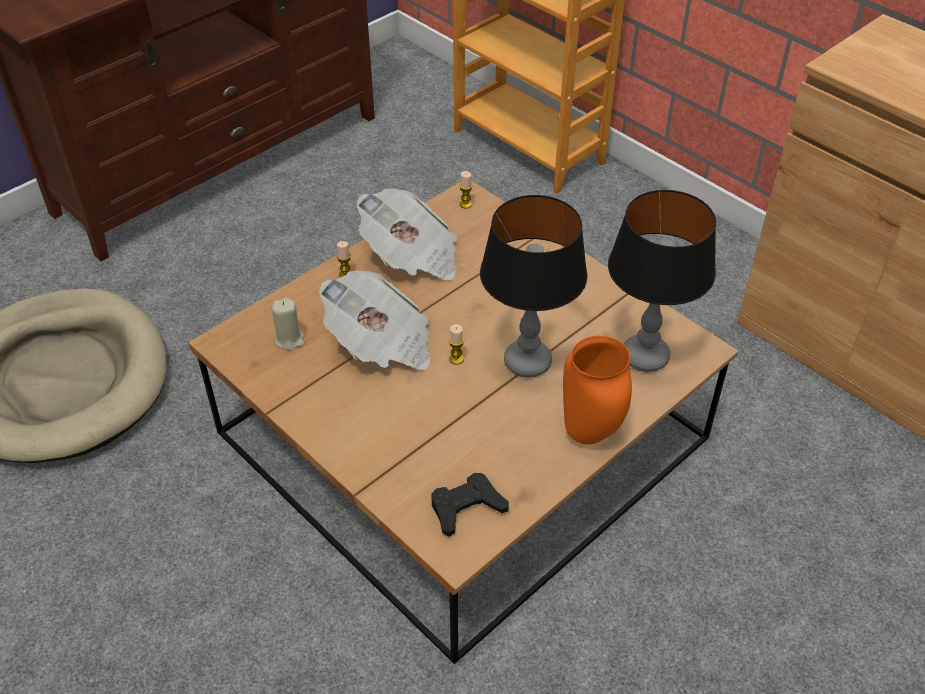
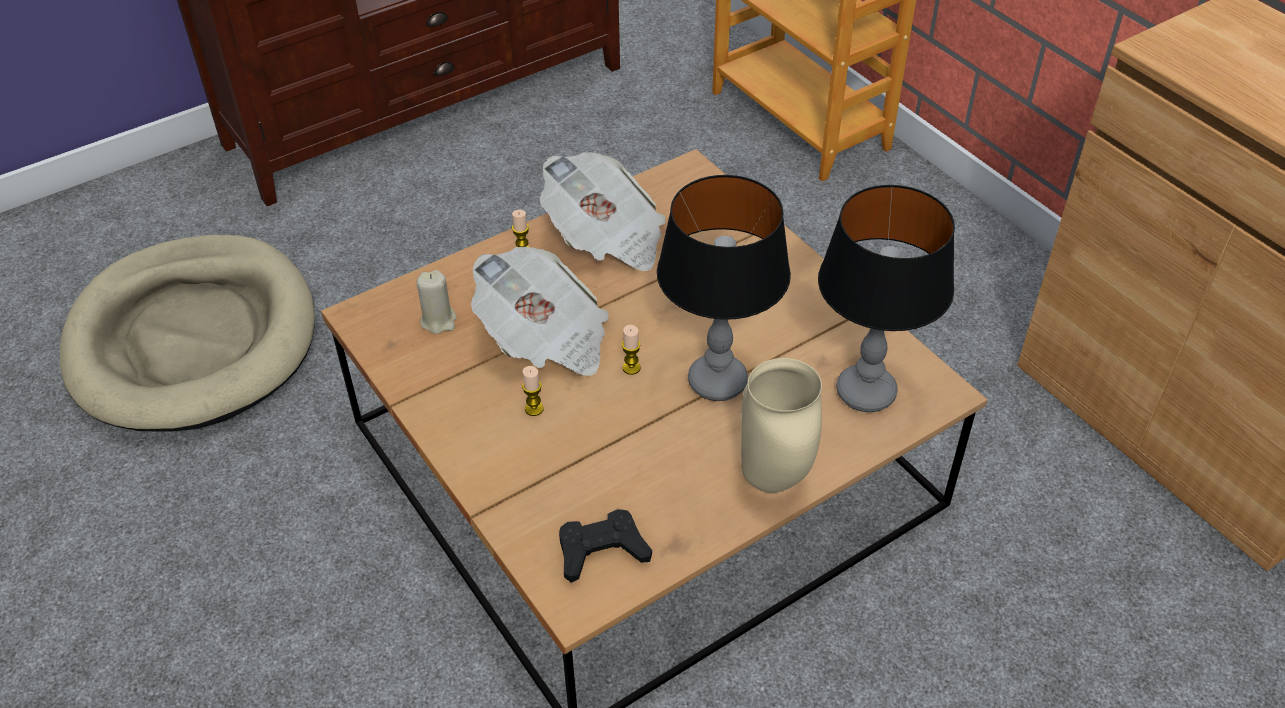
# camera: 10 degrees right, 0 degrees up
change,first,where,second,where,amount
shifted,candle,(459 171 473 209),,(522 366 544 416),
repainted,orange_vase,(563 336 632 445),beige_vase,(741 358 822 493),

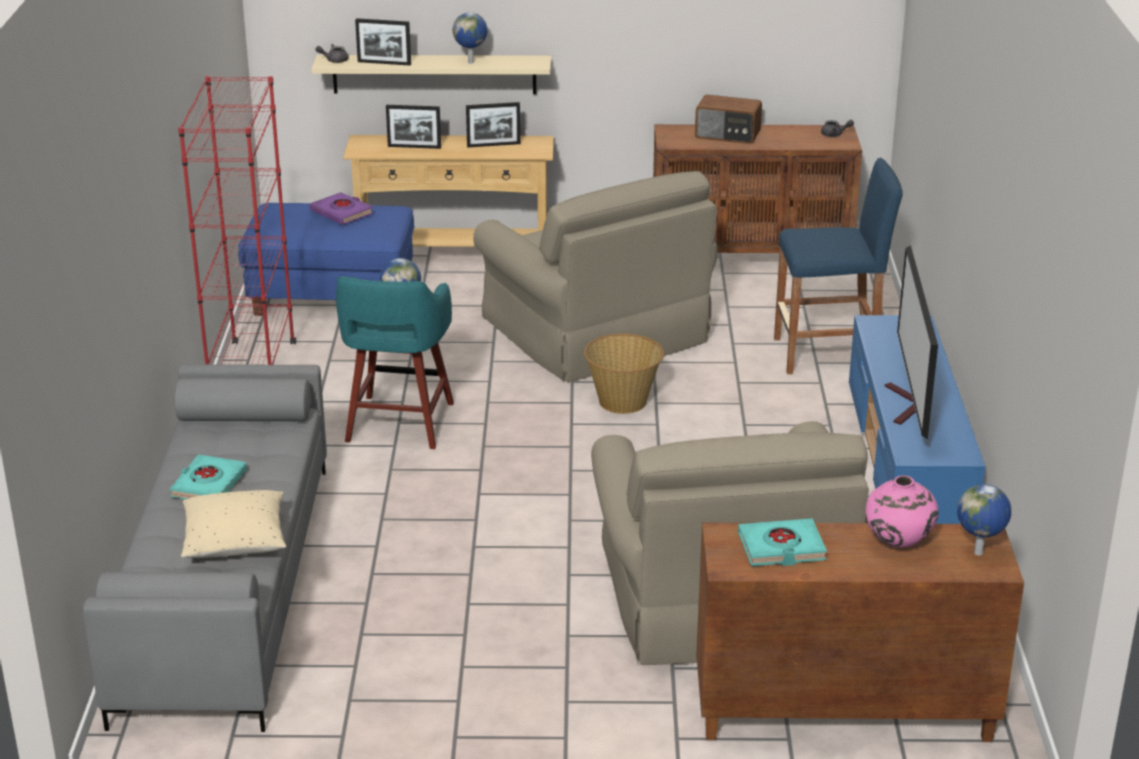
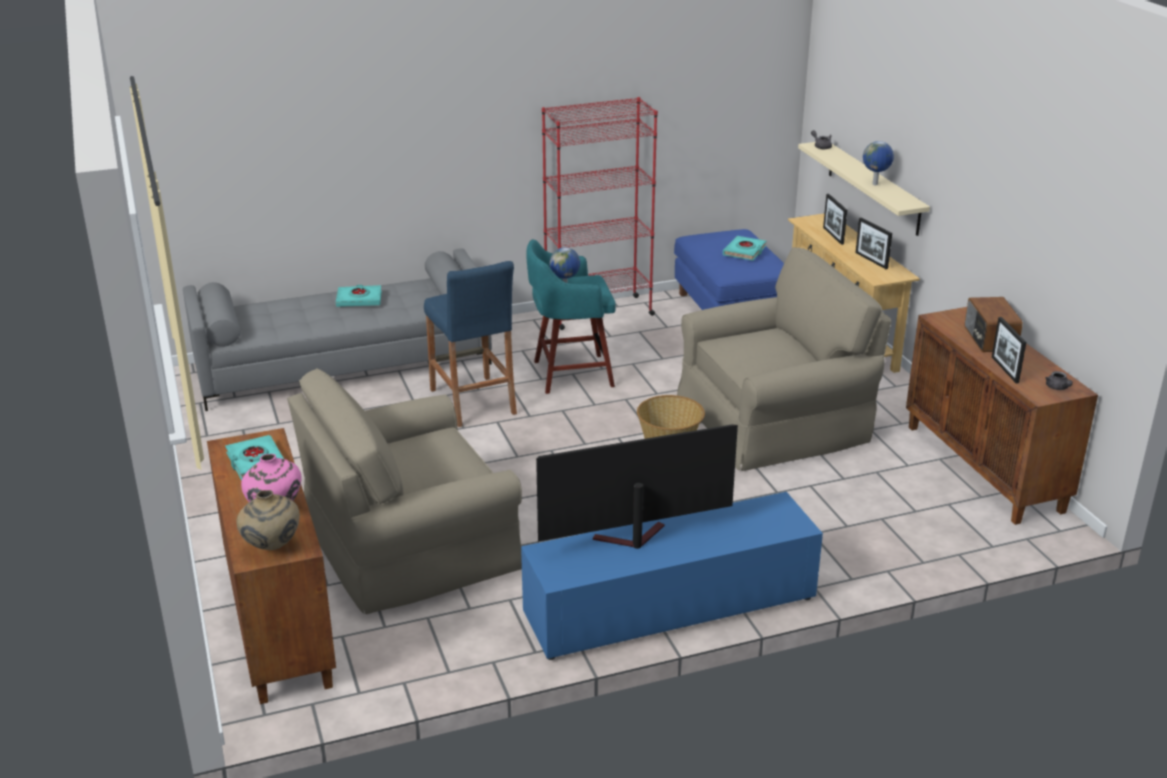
# camera: 70 degrees right, 0 degrees up
change,first,where,second,where,amount
swapped,globe,(957 484 1011 555),beige_vase,(237 490 300 550),
shifted,blue_stool,(774 158 903 374),,(424 261 517 427),
rotated,beige_armchair,(473 171 718 382),,(677 247 891 471),150 degrees counterclockwise
repainted,purple_book,(310 192 373 225),turquoise_book,(723 236 766 261),
shifted,picture_frame,(355 18 411 66),,(992 317 1026 383),
gone,beige_pillow,(181 490 286 558),,,

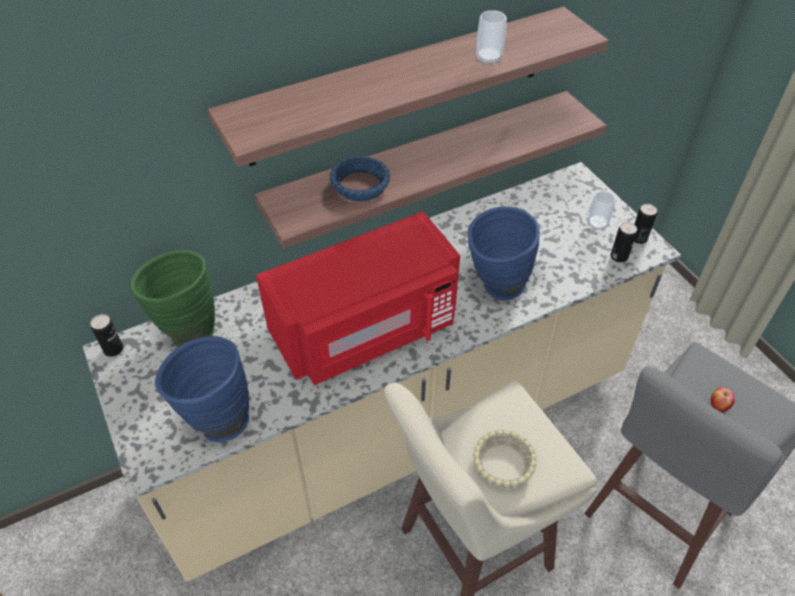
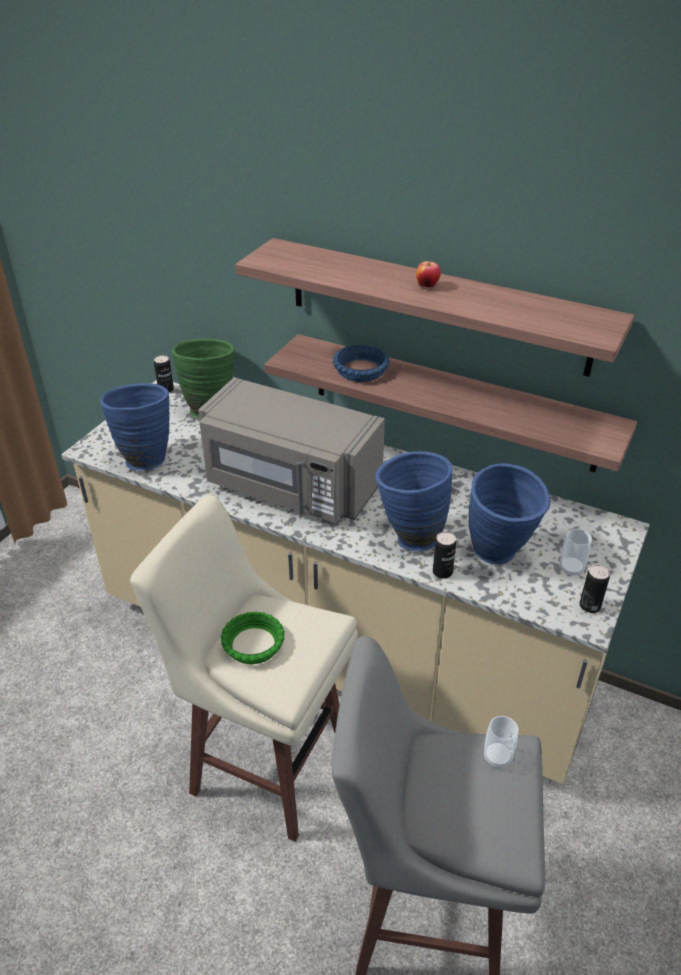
# camera: 55 degrees right, 10 degrees down
change,first,where,second,where,amount
repainted,red_microwave,(256 211 460 385),grey_microwave,(198 377 385 523),
repainted,beige_bowl,(473 430 537 488),green_bowl,(221 612 285 664),
shifted,apple,(711 387 735 412),,(416 261 441 288),
shifted,can,(611 222 637 262),,(433 532 456 579),
new,,,blue_vase,(469 463 550 565),
shifted,cup,(477 10 507 66),,(484 716 518 769),

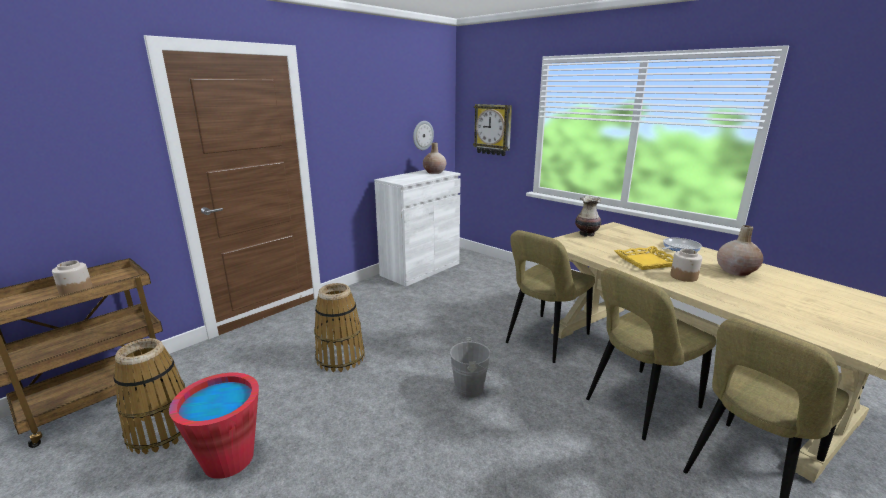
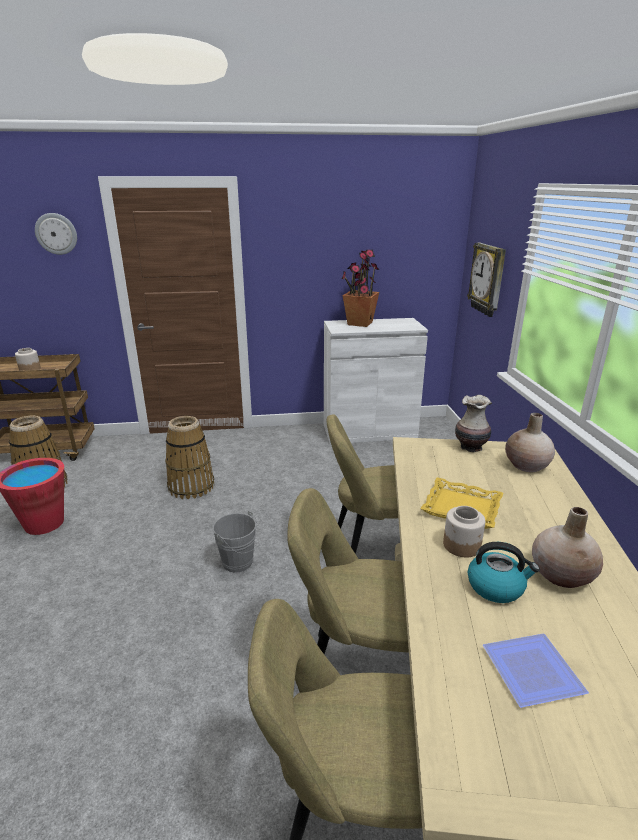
# camera: 40 degrees right, 5 degrees up
change,first,where,second,where,amount
shifted,wall_clock,(413 121 434 150),,(35 213 77 255),
new,,,potted_plant,(342 250 379 327),
new,,,kettle,(468 542 540 603),
new,,,plate,(483 633 589 708),
shifted,beige_vase,(423 142 446 174),,(505 413 555 472),
gone,frying_pan,(662 238 702 252),,,

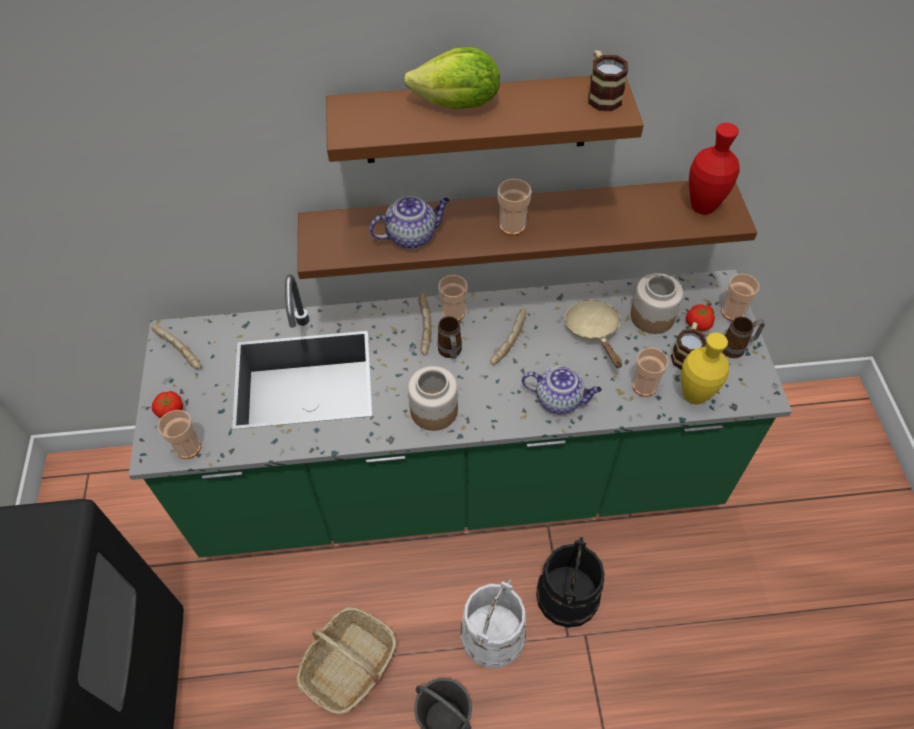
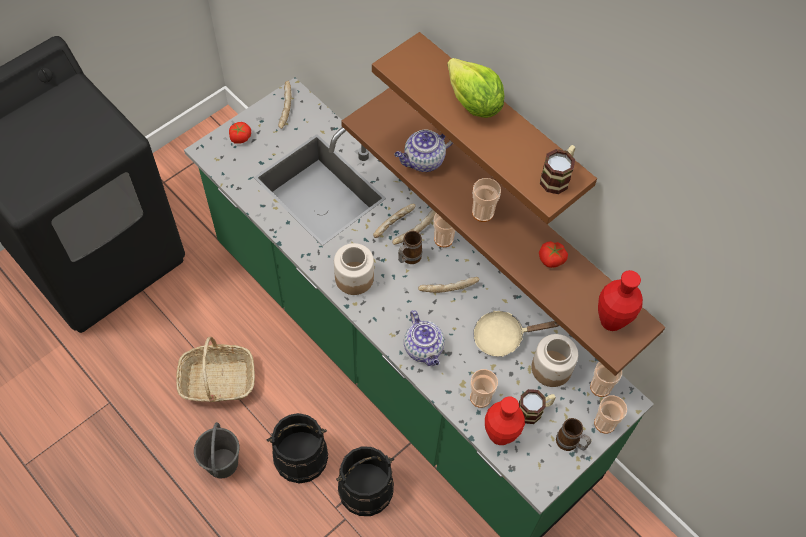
# camera: 50 degrees right, 5 degrees up
change,first,where,second,where,amount
repainted,white_bucket,(460 579 526 668),black_bucket,(267 413 328 483),
new,,,bread,(373 204 416 238),
rotated,teapot,(370 196 450 249),,(394 129 453 172),120 degrees clockwise
rotated,beige_frying_pan,(565 300 622 368),,(473 311 559 357),135 degrees counterclockwise
repainted,yellow_vase,(681 333 729 405),red_vase,(485 396 525 445),
shifted,tomato,(686 304 715 331),,(539 241 568 268),
shifted,cup,(158 410 201 459),,(590 362 622 397),

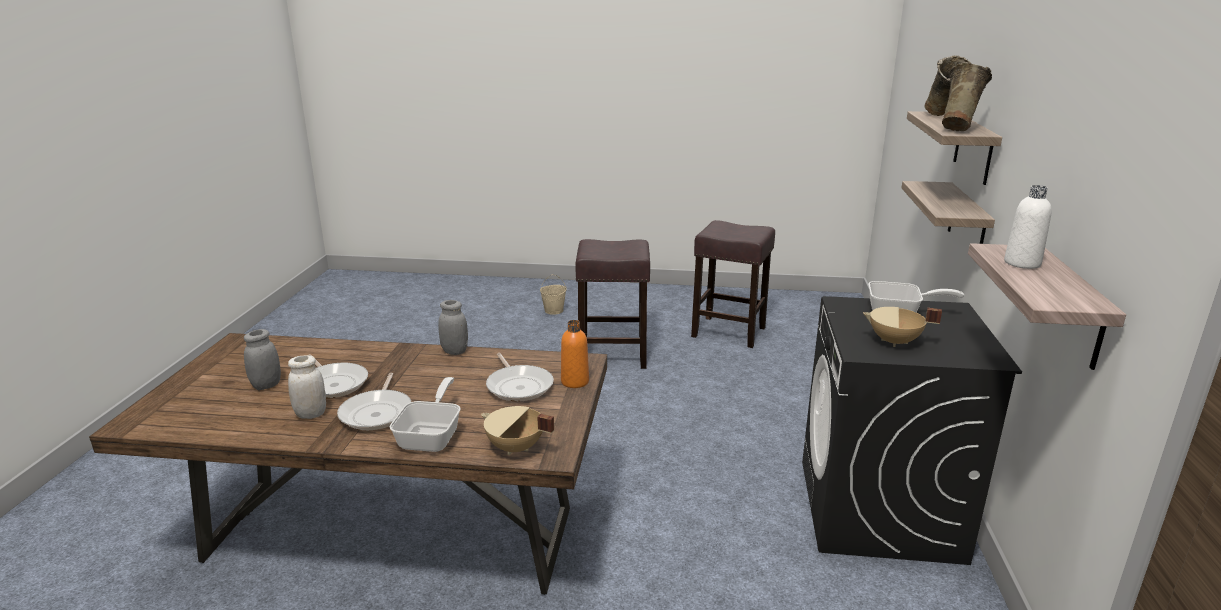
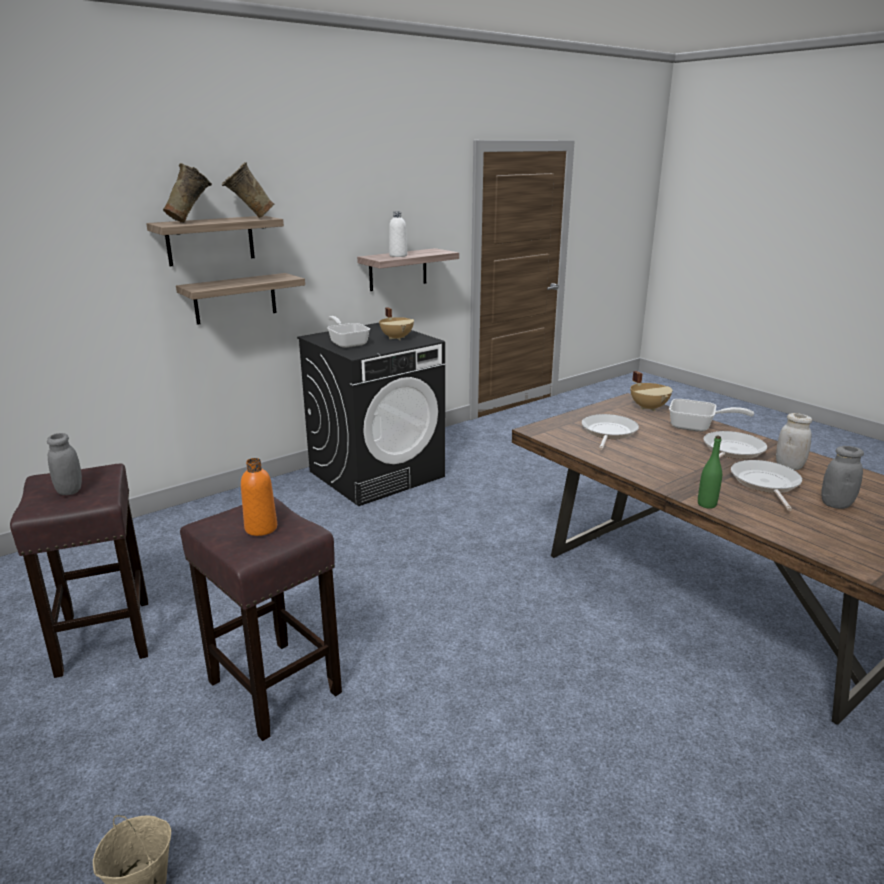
# camera: 135 degrees left, 0 degrees up
change,first,where,second,where,amount
shifted,grey_jar,(438 300 468 355),,(47 433 82 495),
shifted,orange_bottle,(561 320 589 388),,(241 458 277 536),
rotated,frying_pan,(390 377 461 452),,(669 399 754 432),120 degrees counterclockwise
new,,,green_bottle,(698 436 722 509),

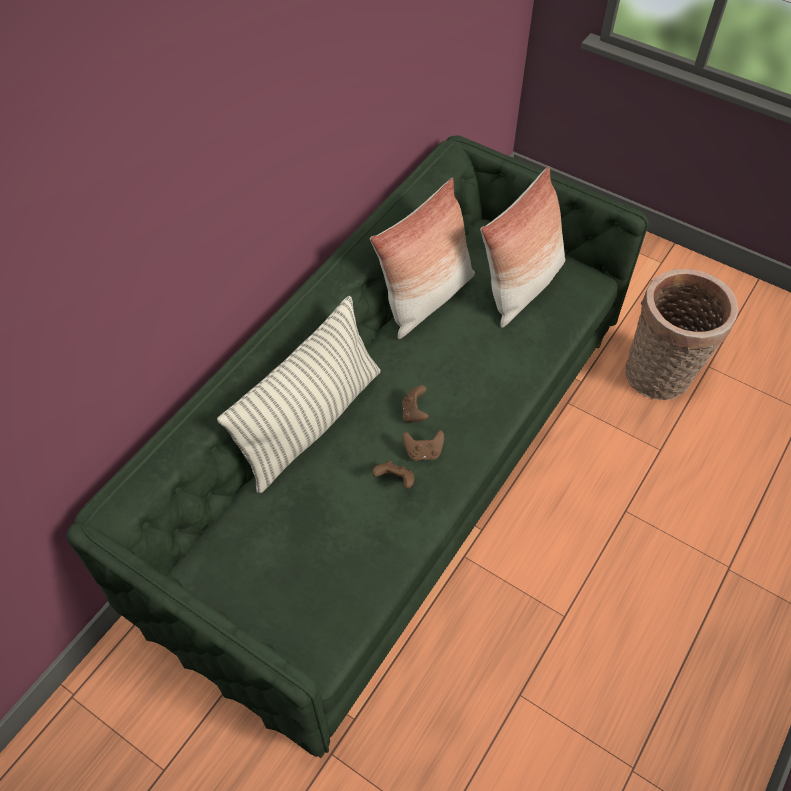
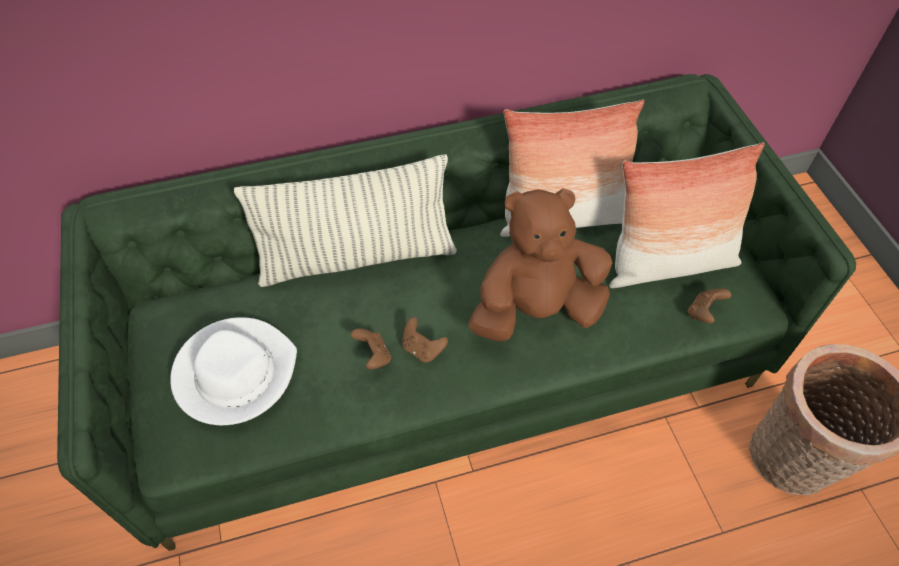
# camera: 40 degrees right, 0 degrees up
change,first,where,second,where,amount
new,,,white_hat,(170 317 297 425),
new,,,brown_plush_toy,(468 188 612 342),
shifted,brown_game_controller,(402 385 429 423),,(688 288 731 323),

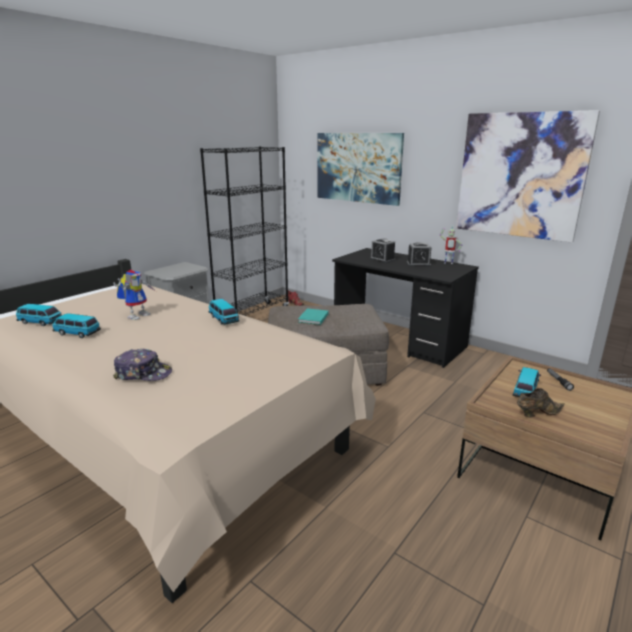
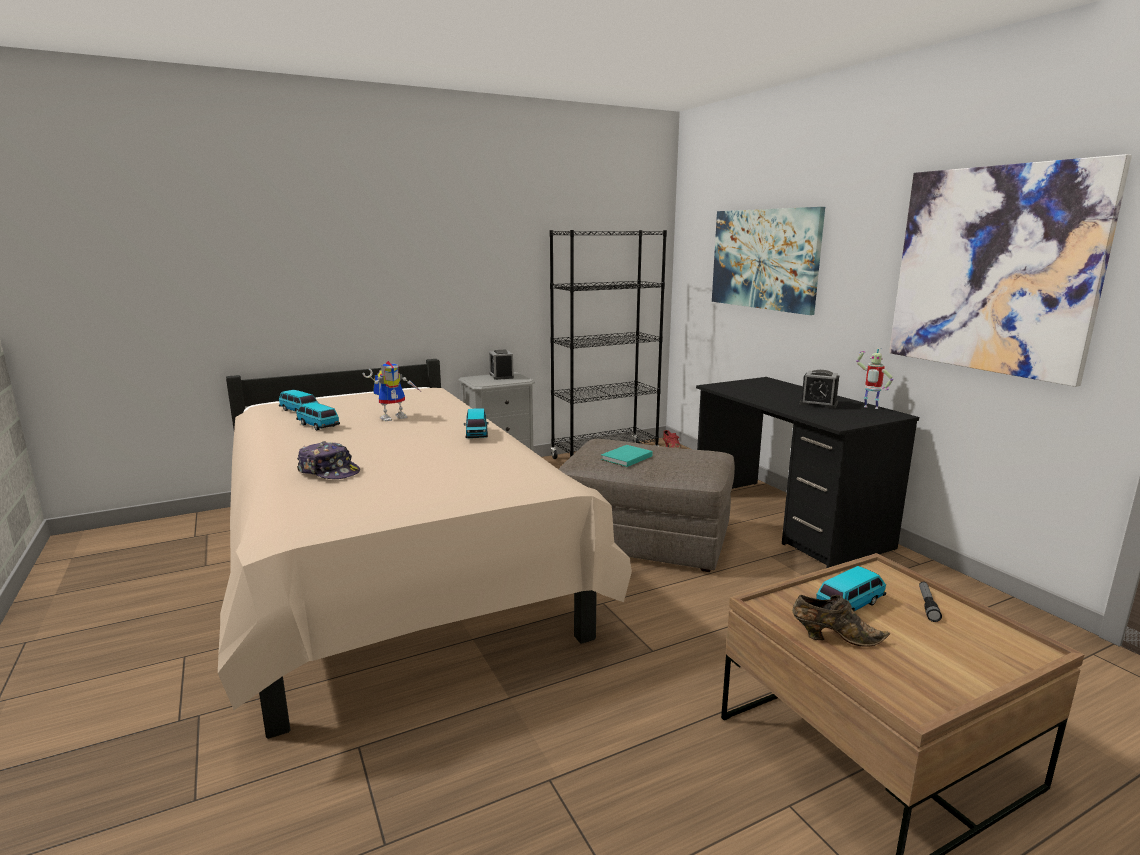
# camera: 25 degrees right, 5 degrees down
change,first,where,second,where,amount
shifted,alarm_clock,(370 238 395 263),,(489 350 514 380),

